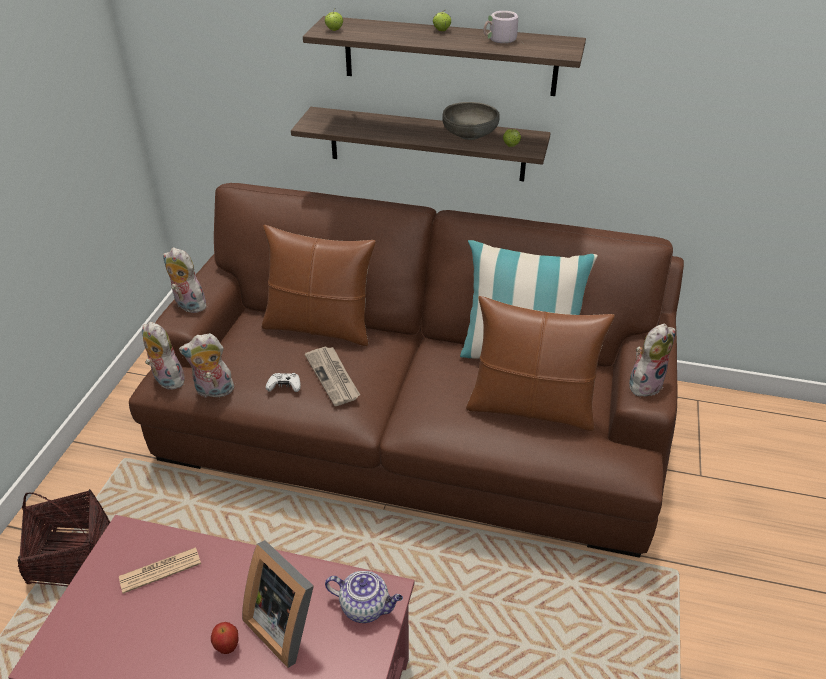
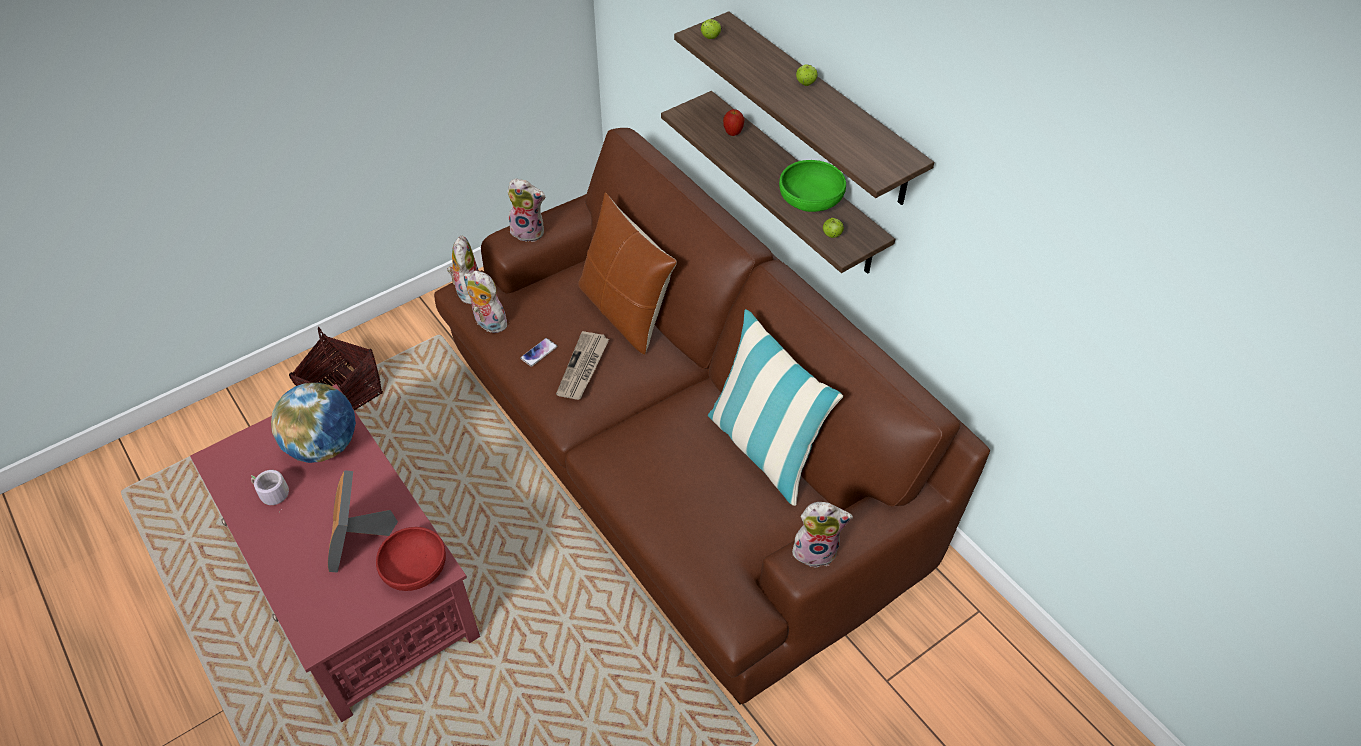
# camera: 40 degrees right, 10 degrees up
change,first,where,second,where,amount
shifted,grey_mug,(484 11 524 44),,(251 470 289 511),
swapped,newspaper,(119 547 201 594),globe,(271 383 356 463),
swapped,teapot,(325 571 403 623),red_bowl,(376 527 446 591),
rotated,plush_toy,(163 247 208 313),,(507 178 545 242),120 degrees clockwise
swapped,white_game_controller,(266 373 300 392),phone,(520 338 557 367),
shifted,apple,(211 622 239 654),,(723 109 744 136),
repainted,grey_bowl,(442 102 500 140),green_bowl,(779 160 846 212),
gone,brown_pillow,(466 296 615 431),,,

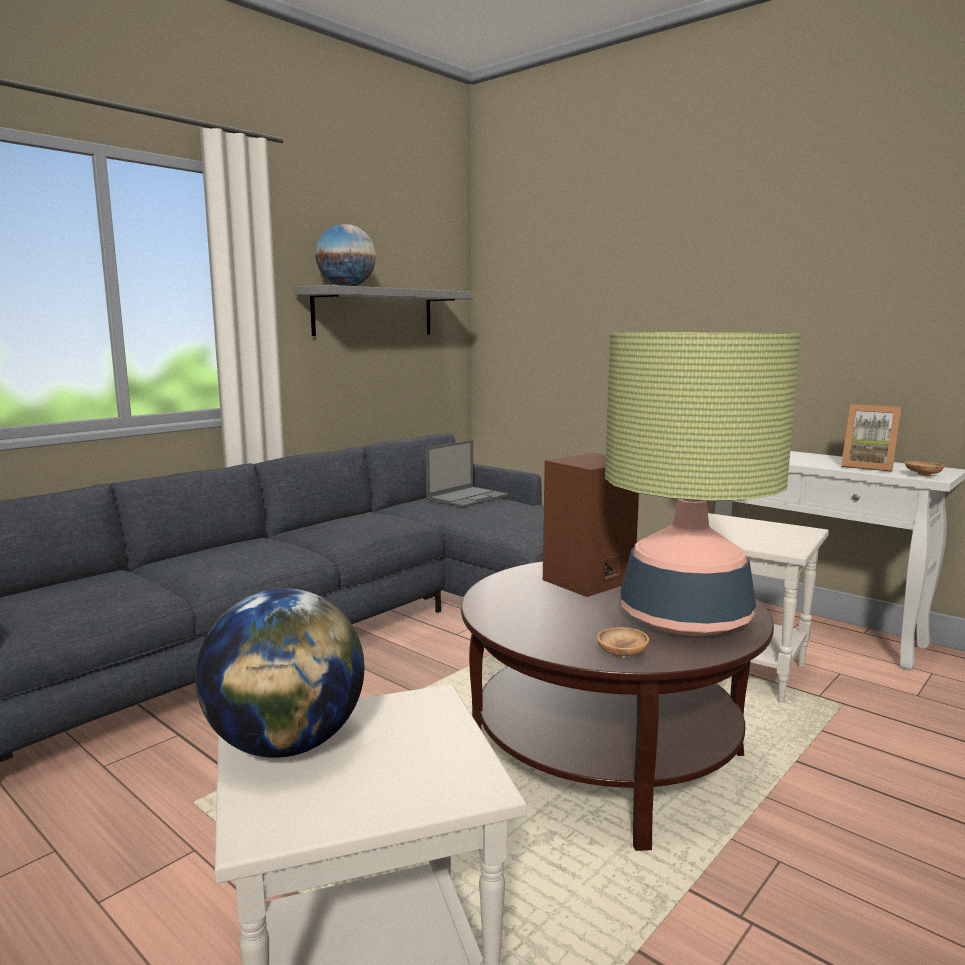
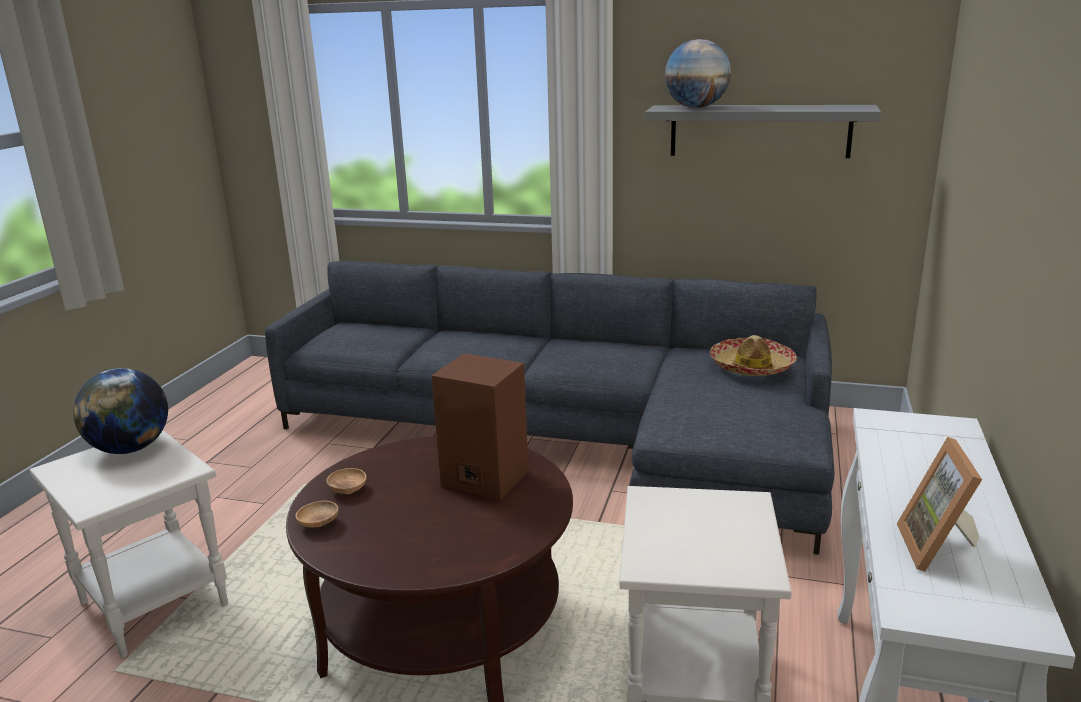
# camera: 65 degrees right, 10 degrees up
change,first,where,second,where,amount
shifted,brown_bowl,(905 461 944 476),,(327 468 367 494),
swapped,laptop,(426 440 508 508),hat,(710 335 797 376),
gone,table_lamp,(605 332 800 636),,,

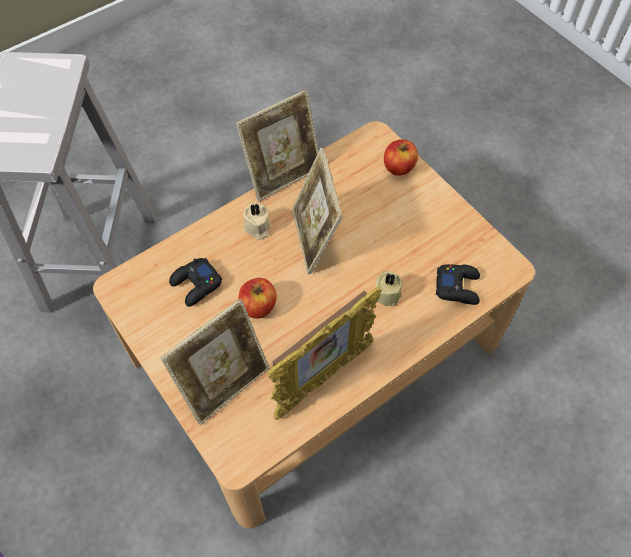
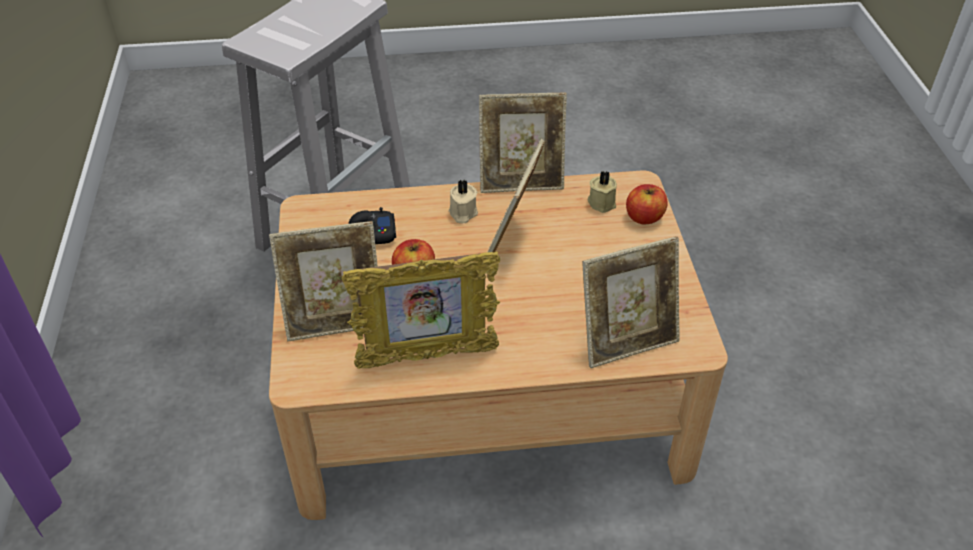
# camera: 30 degrees right, 15 degrees down
change,first,where,second,where,amount
swapped,black_game_controller,(436 264 480 305),picture_frame,(582 236 680 368),
shifted,beige_candle,(375 271 403 306),,(588 171 617 213),

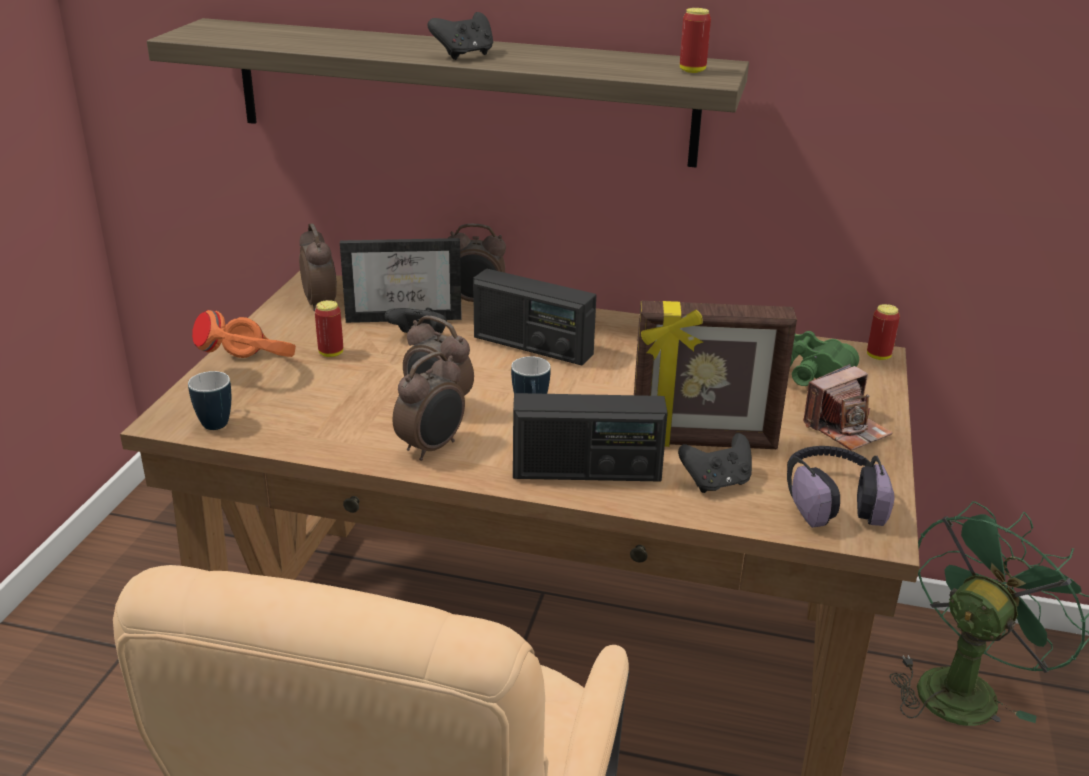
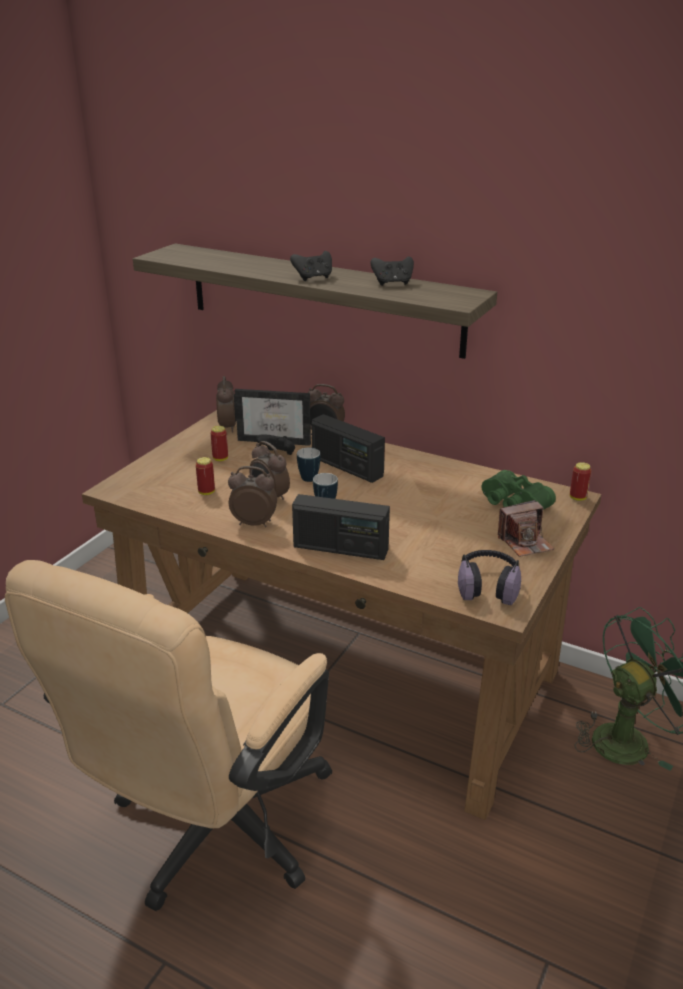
# camera: 15 degrees right, 0 degrees up
change,first,where,second,where,amount
shifted,can,(680 8 711 73),,(196 457 215 495),
rotated,alarm_clock,(393 352 465 461),,(228 466 277 527),135 degrees counterclockwise
shifted,mug,(188 371 231 430),,(297 448 320 482),
shifted,black_game_controller,(678 433 752 493),,(370 256 414 286),
gone,orange_headphones,(192 310 296 358),,,
gone,picture_frame,(634 301 797 449),,,

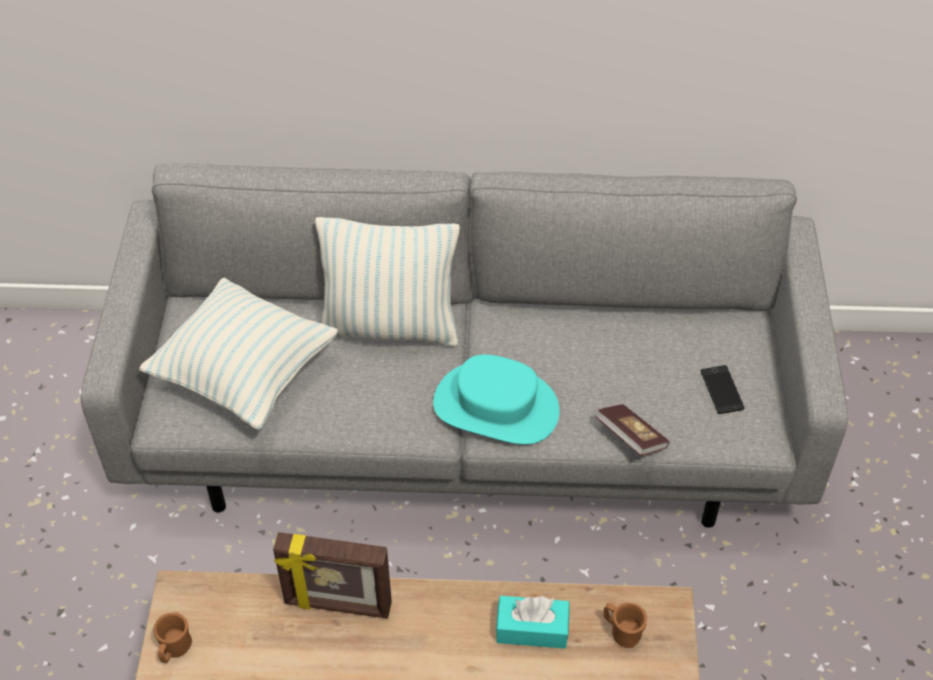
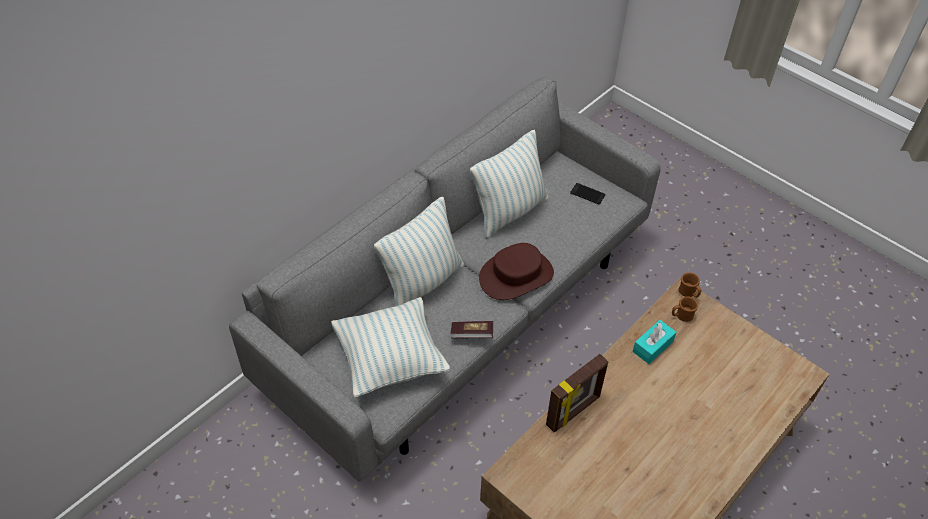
# camera: 50 degrees left, 0 degrees up
change,first,where,second,where,amount
shifted,book,(595 404 669 456),,(450 321 493 338),
new,,,pillow,(470 130 549 238),
repainted,turquoise_hat,(433 354 559 445),brown_hat,(479 243 554 300),
shifted,brown_mug,(154 612 192 663),,(678 273 701 298),

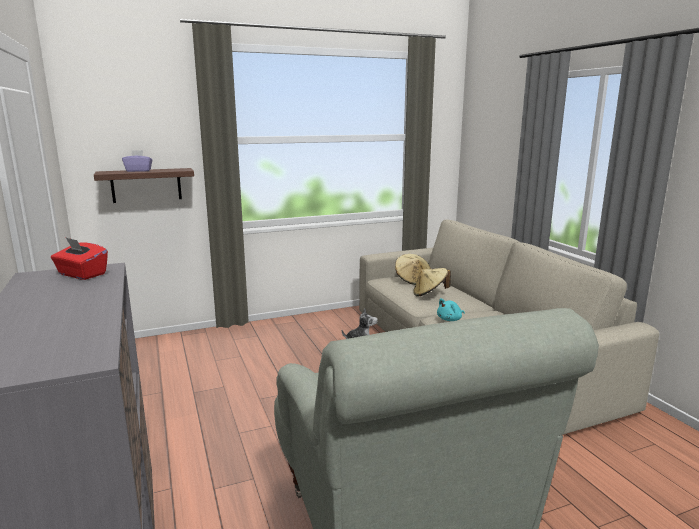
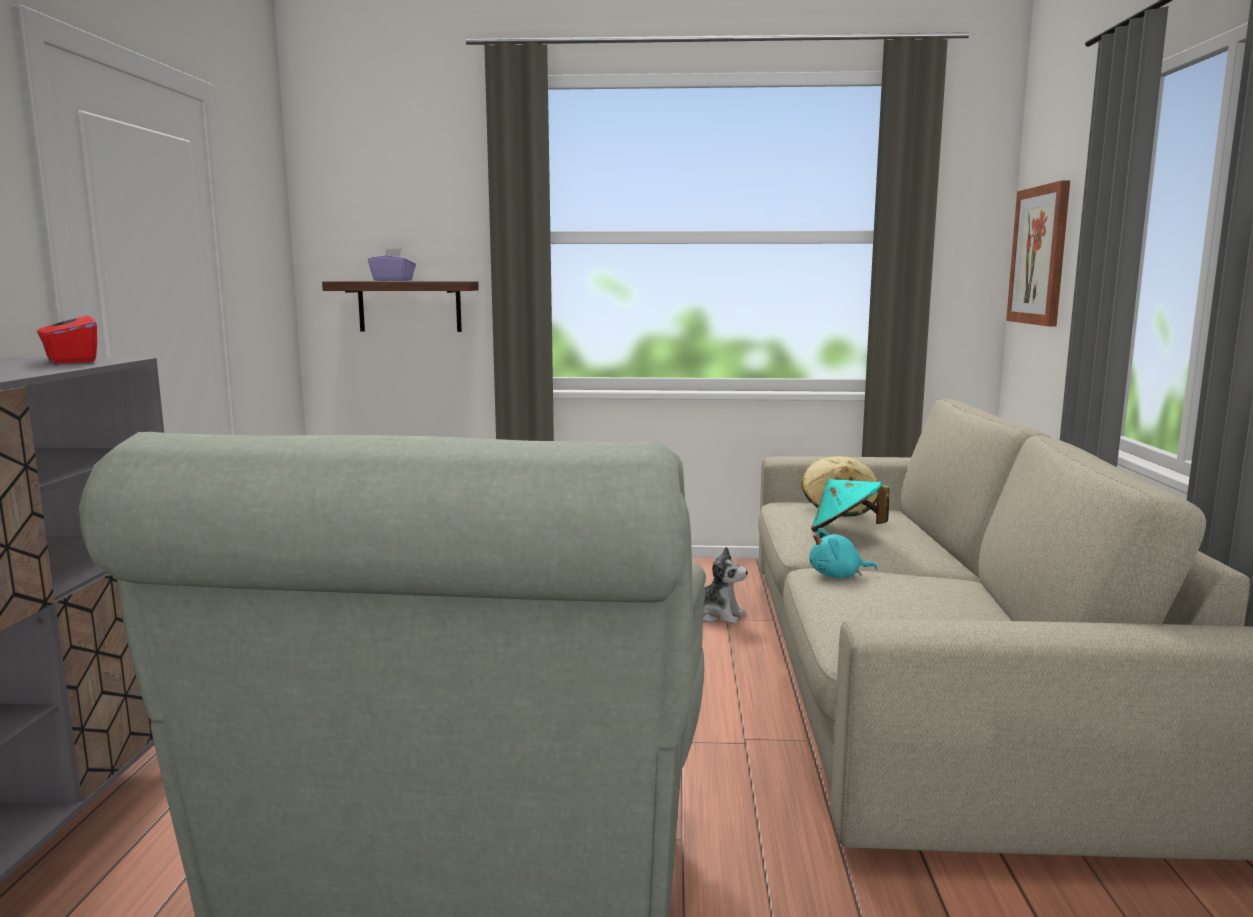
# camera: 25 degrees right, 5 degrees down
change,first,where,second,where,amount
repainted,beige_hat,(413 268 451 297),turquoise_hat,(811 479 890 532),
new,,,picture,(1006 180 1070 326),

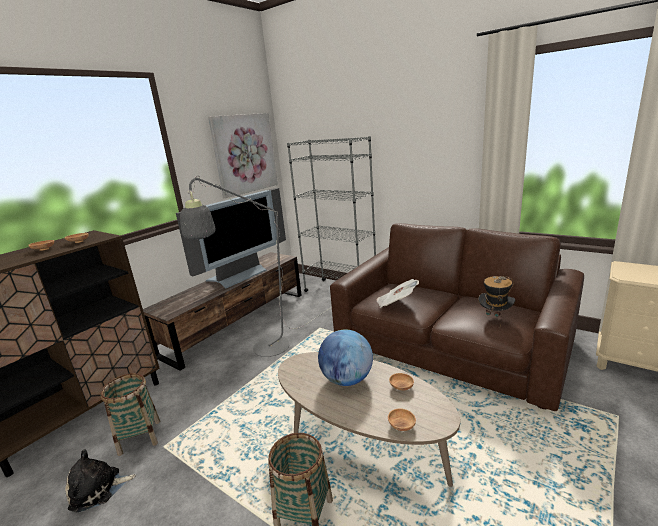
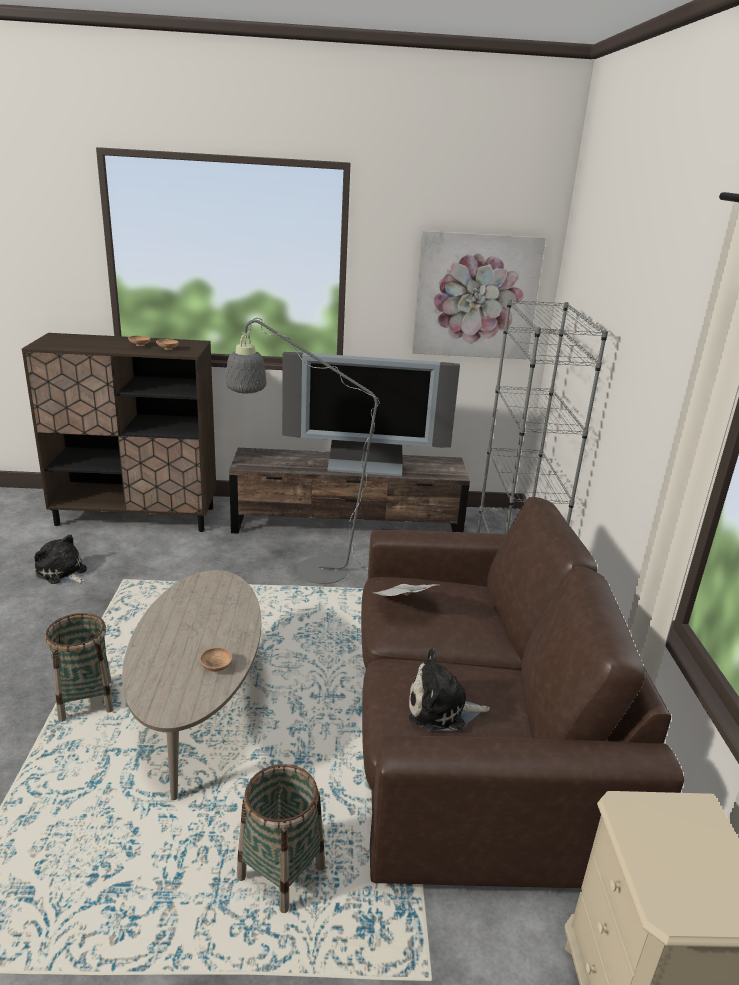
# camera: 50 degrees right, 5 degrees up
change,first,where,second,where,amount
shifted,basket,(100 373 160 456),,(237 764 325 913),
swapped,hat,(478 276 515 325),plush_toy,(409 649 490 731),
gone,globe,(318 329 373 386),,,
gone,brown_bowl,(388 408 416 431),,,

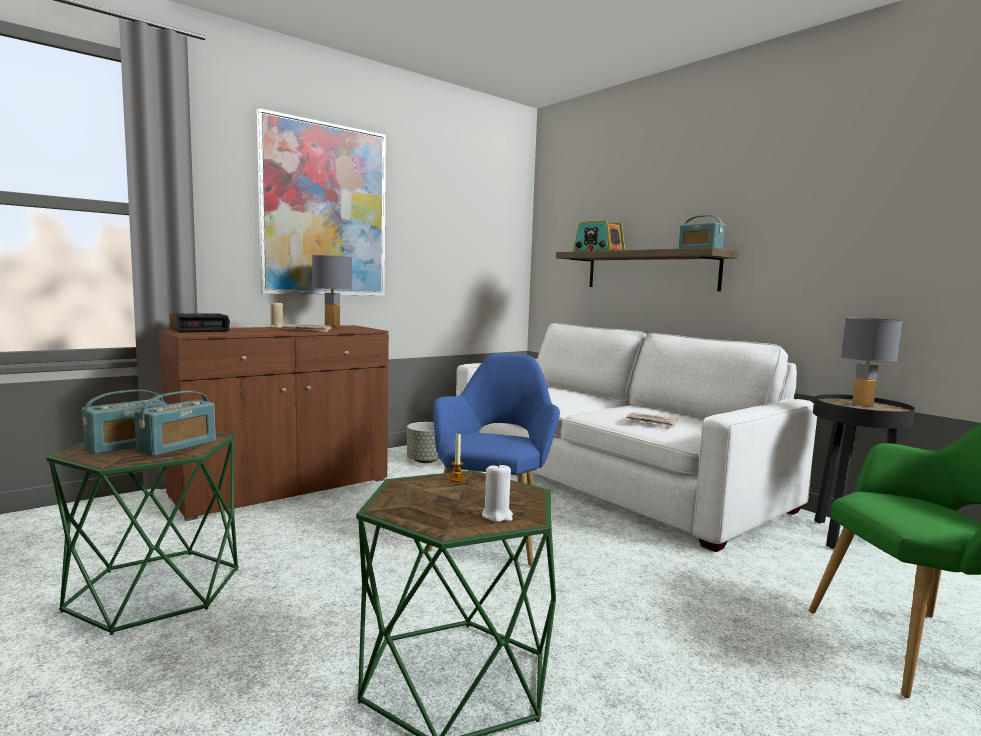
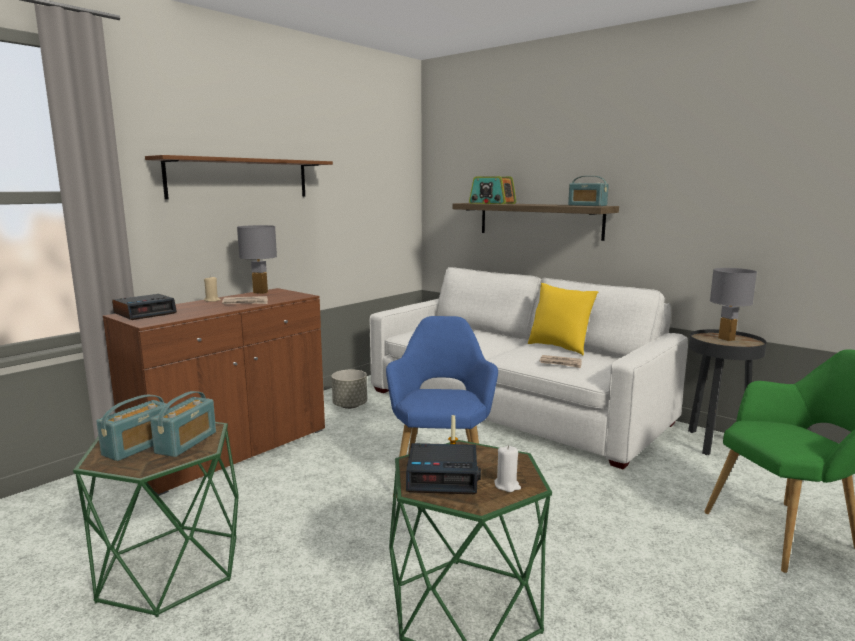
# camera: 10 degrees left, 5 degrees up
change,first,where,second,where,amount
swapped,picture,(257 108 386 296),brown_shelf,(145 155 333 199),
new,,,alarm_clock,(406 443 481 494),
new,,,yellow_pillow,(528 283 598 355),

